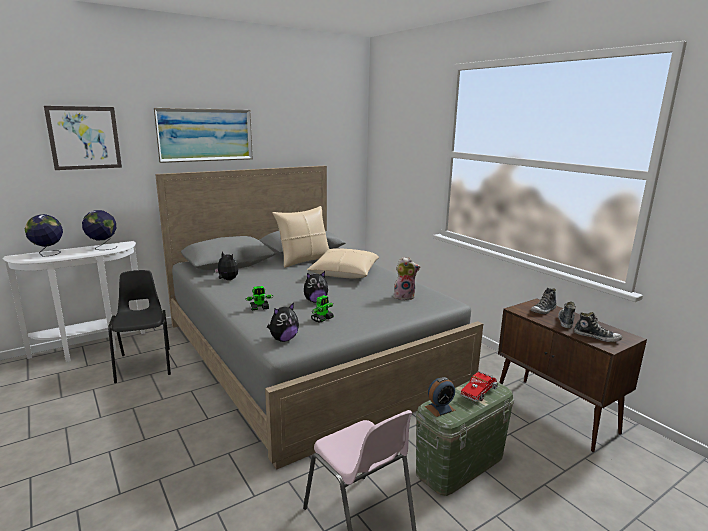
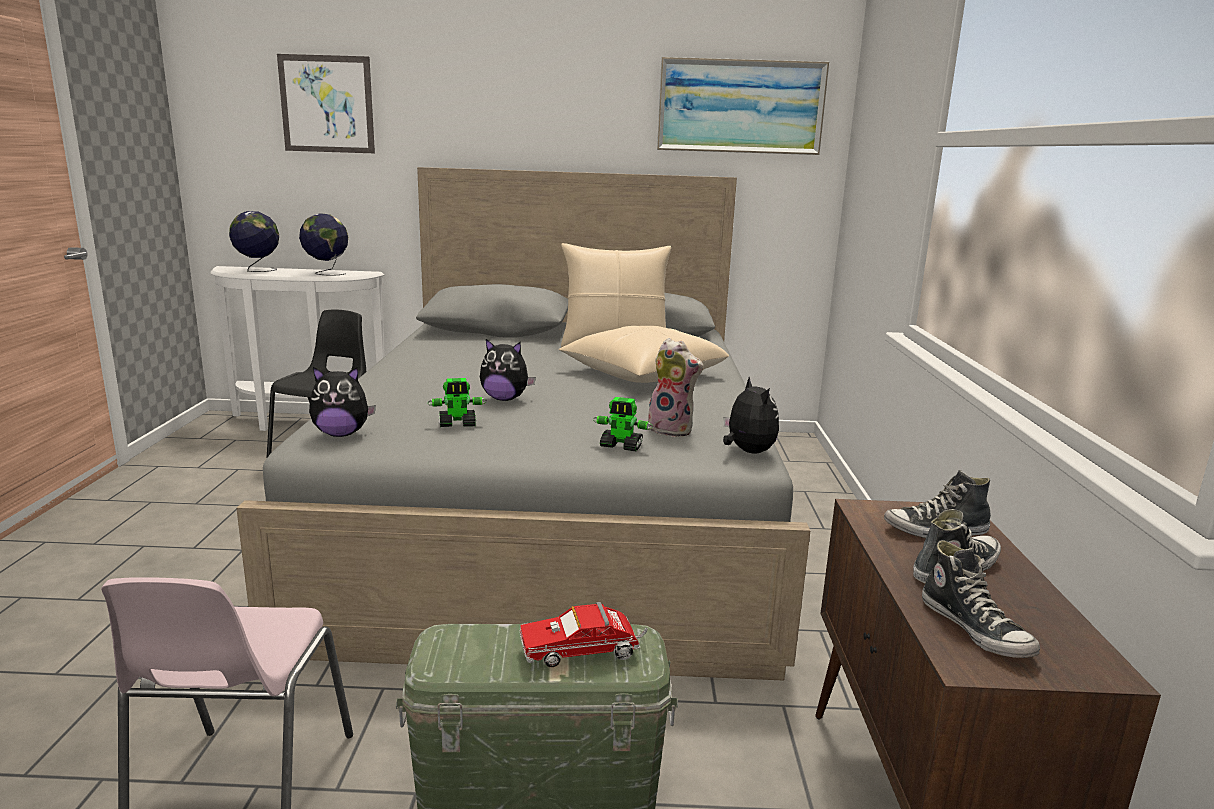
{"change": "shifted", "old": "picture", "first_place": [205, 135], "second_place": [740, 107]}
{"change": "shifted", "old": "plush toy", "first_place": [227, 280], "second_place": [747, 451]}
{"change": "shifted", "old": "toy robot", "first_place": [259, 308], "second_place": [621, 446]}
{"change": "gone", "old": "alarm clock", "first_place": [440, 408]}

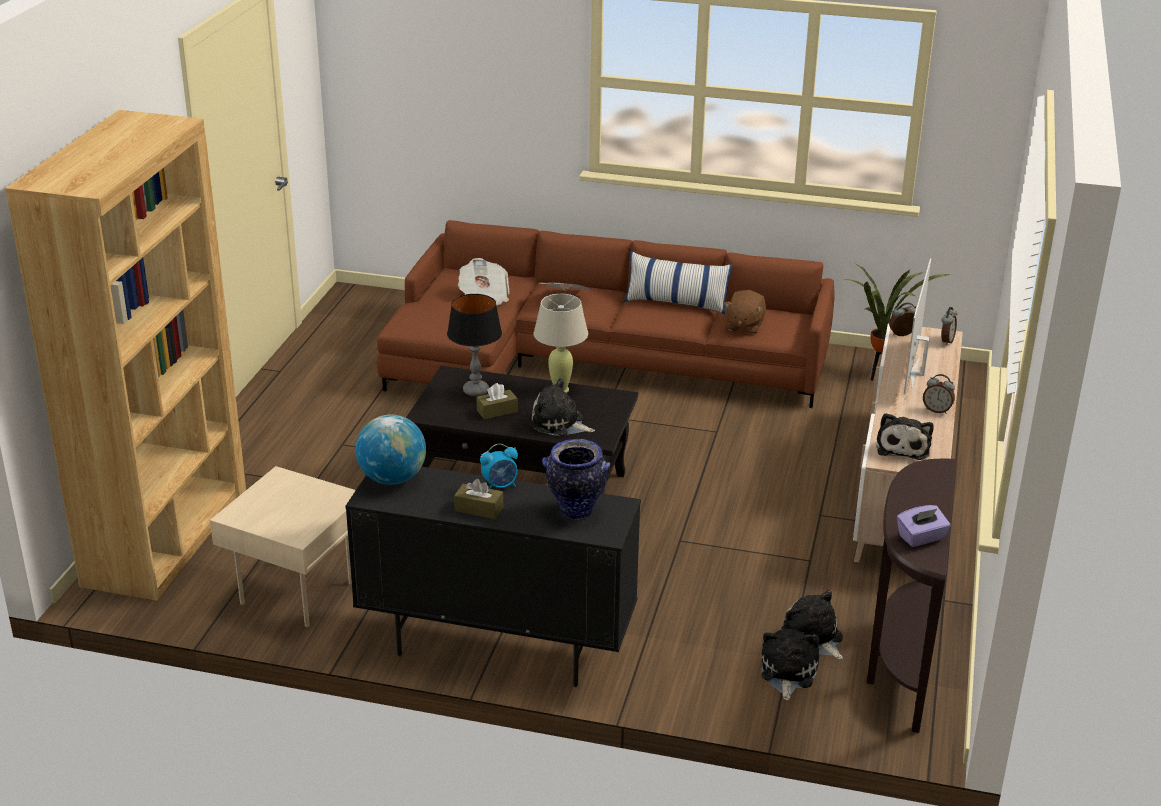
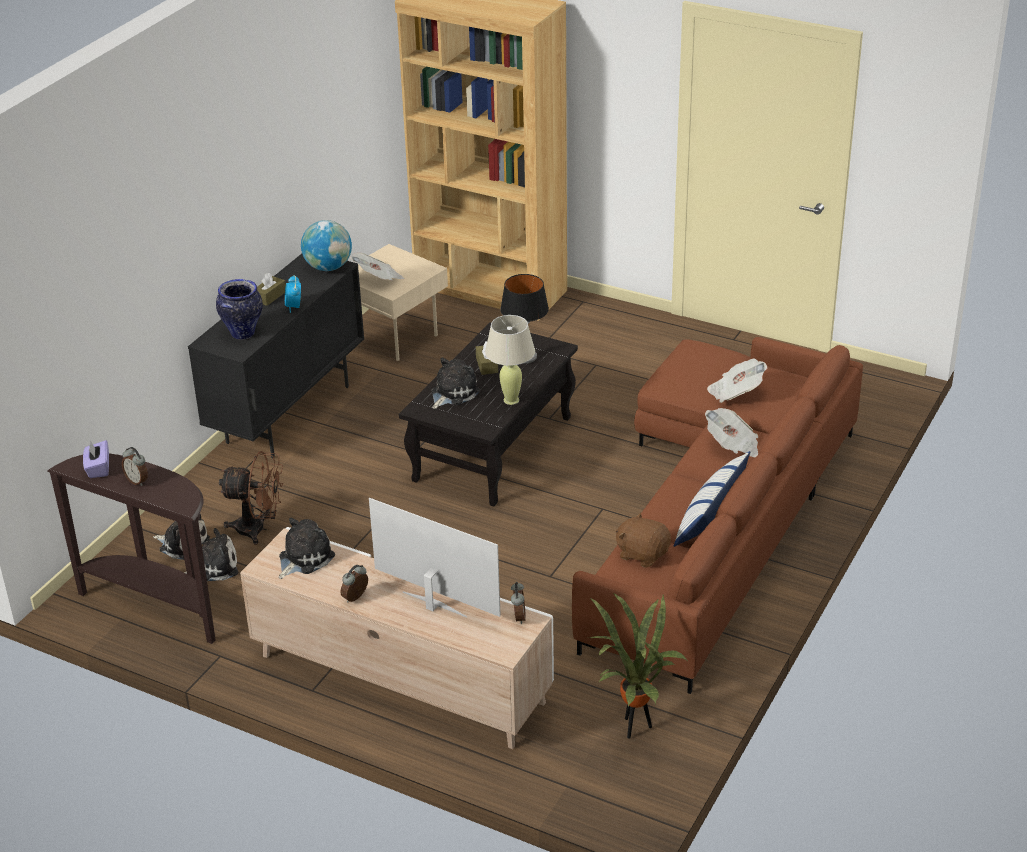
{"change": "shifted", "old": "alarm clock", "first_place": [946, 341], "second_place": [137, 481]}
{"change": "rotated", "old": "plush toy", "first_place": [903, 447], "second_place": [303, 558], "degrees": 105}
{"change": "new", "new": "newspaper", "second_place": [378, 279]}
{"change": "new", "new": "brown fan", "second_place": [258, 529]}

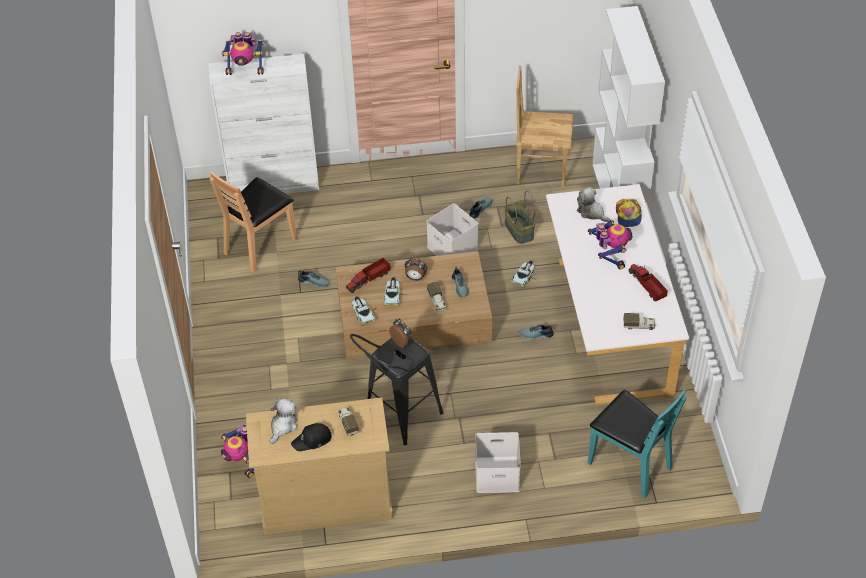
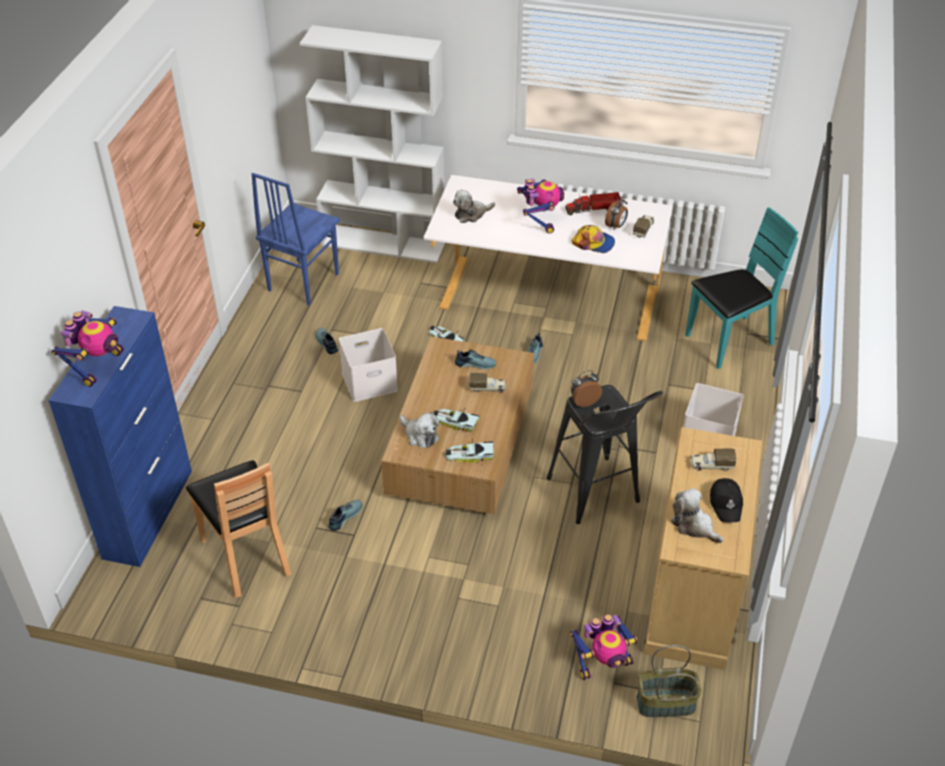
{"change": "repainted", "old": "white cabinet", "new": "blue cabinet", "first_place": [274, 185], "second_place": [149, 513]}
{"change": "repainted", "old": "brown chair", "new": "blue chair", "first_place": [541, 170], "second_place": [302, 282]}
{"change": "shifted", "old": "basket", "first_place": [518, 230], "second_place": [665, 704]}
{"change": "shifted", "old": "cap", "first_place": [628, 215], "second_place": [594, 243]}
{"change": "rotated", "old": "toy robot", "first_place": [609, 256], "second_place": [539, 220], "degrees": 75}
{"change": "swapped", "old": "toy truck", "new": "plush toy", "first_place": [369, 279], "second_place": [420, 435]}
{"change": "shifted", "old": "alarm clock", "first_place": [415, 278], "second_place": [616, 226]}

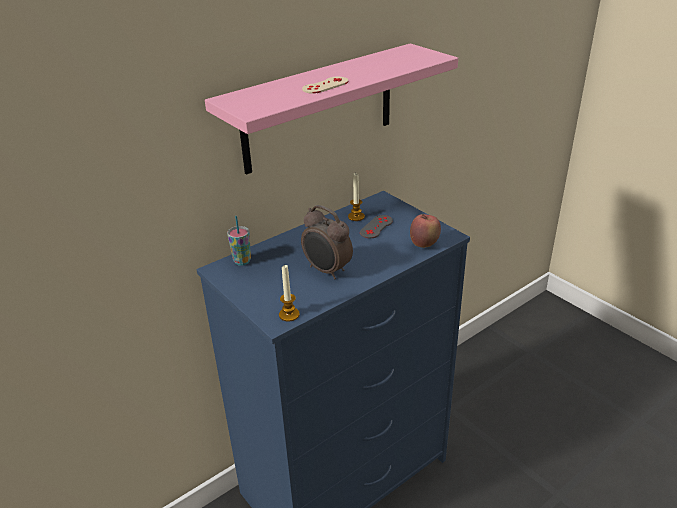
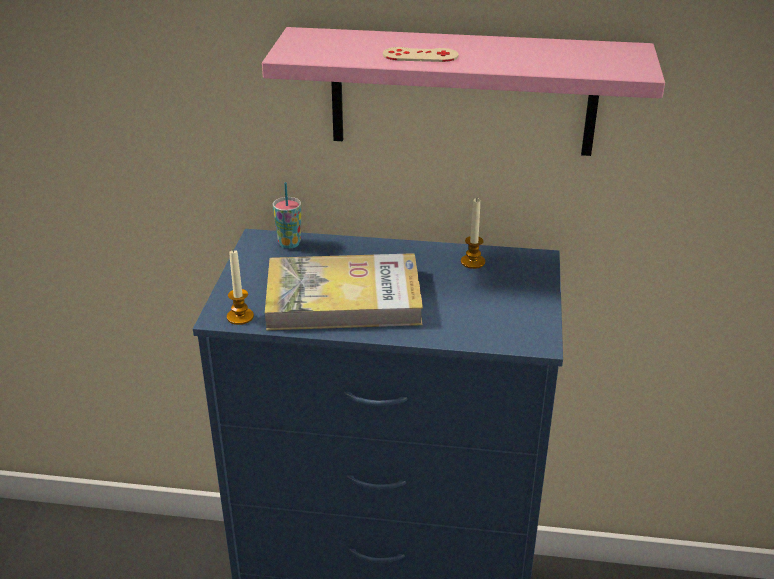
{"change": "swapped", "old": "alarm clock", "new": "book", "first_place": [327, 271], "second_place": [343, 298]}
{"change": "gone", "old": "apple", "first_place": [424, 244]}
{"change": "gone", "old": "grey game controller", "first_place": [376, 227]}

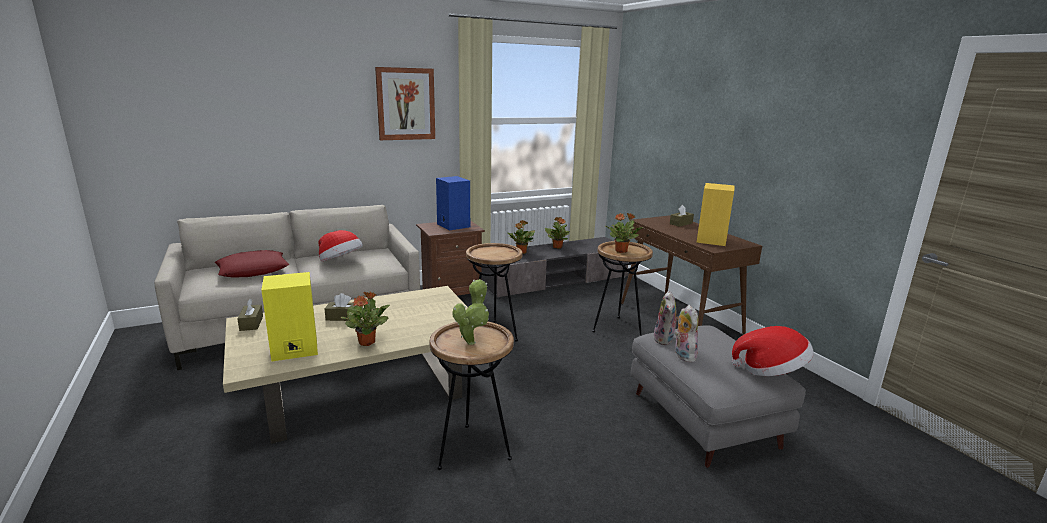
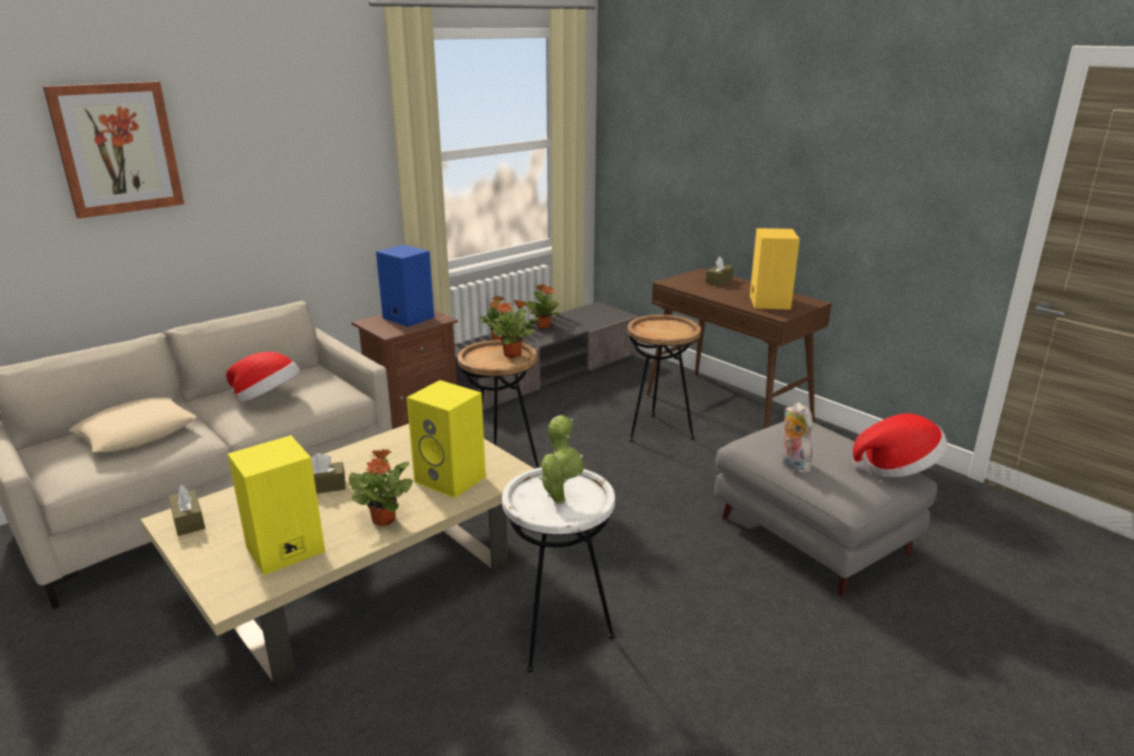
{"change": "shifted", "old": "picture", "first_place": [405, 104], "second_place": [117, 148]}
{"change": "shifted", "old": "potted plant", "first_place": [621, 251], "second_place": [513, 355]}
{"change": "repainted", "old": "red pillow", "new": "beige pillow", "first_place": [253, 270], "second_place": [137, 433]}
{"change": "gone", "old": "plush toy", "first_place": [665, 340]}
{"change": "repainted", "old": "brown side table", "new": "white side table", "first_place": [472, 450], "second_place": [559, 636]}
{"change": "new", "new": "yellow speaker", "second_place": [452, 479]}

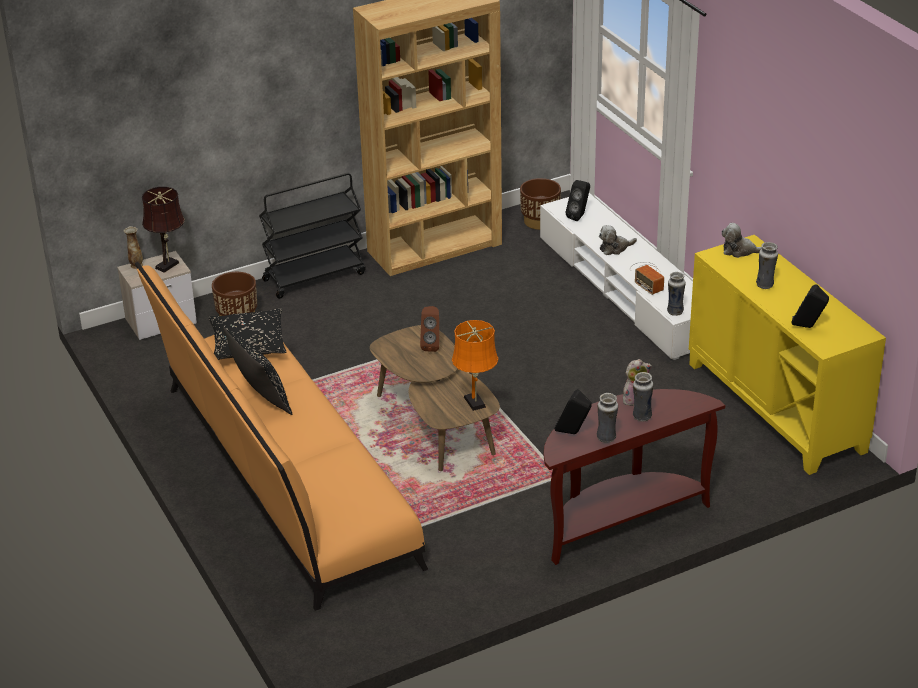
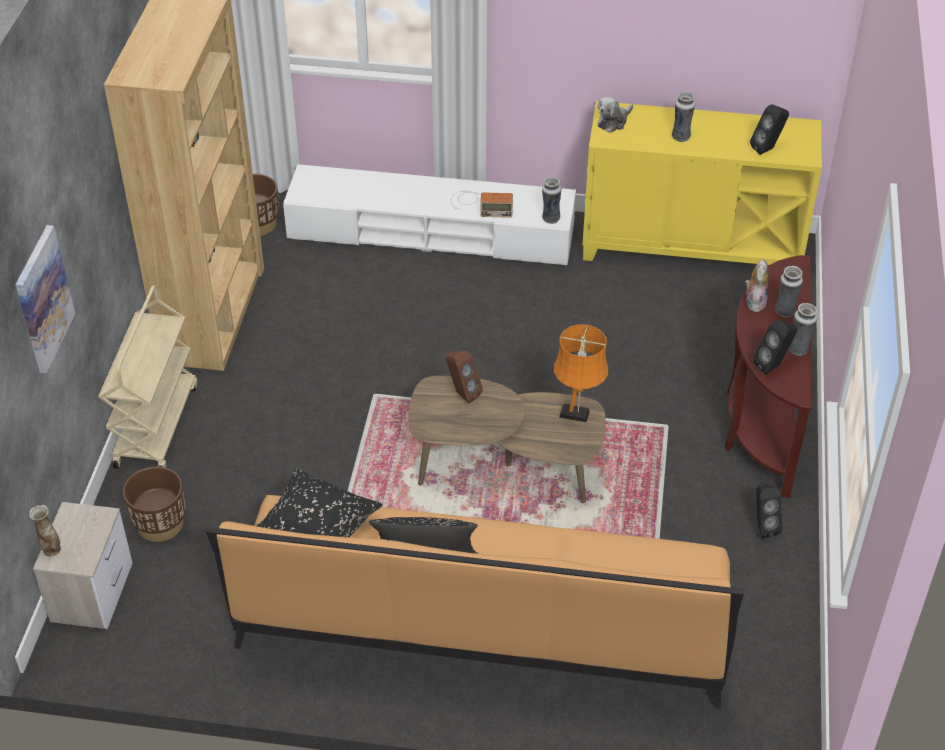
{"change": "repainted", "old": "black cart", "new": "beige cart", "first_place": [314, 276], "second_place": [156, 425]}
{"change": "shifted", "old": "black speaker", "first_place": [579, 216], "second_place": [762, 526]}
{"change": "gone", "old": "brown table lamp", "first_place": [169, 264]}
{"change": "gone", "old": "plush toy", "first_place": [615, 248]}
{"change": "new", "new": "picture", "second_place": [43, 299]}

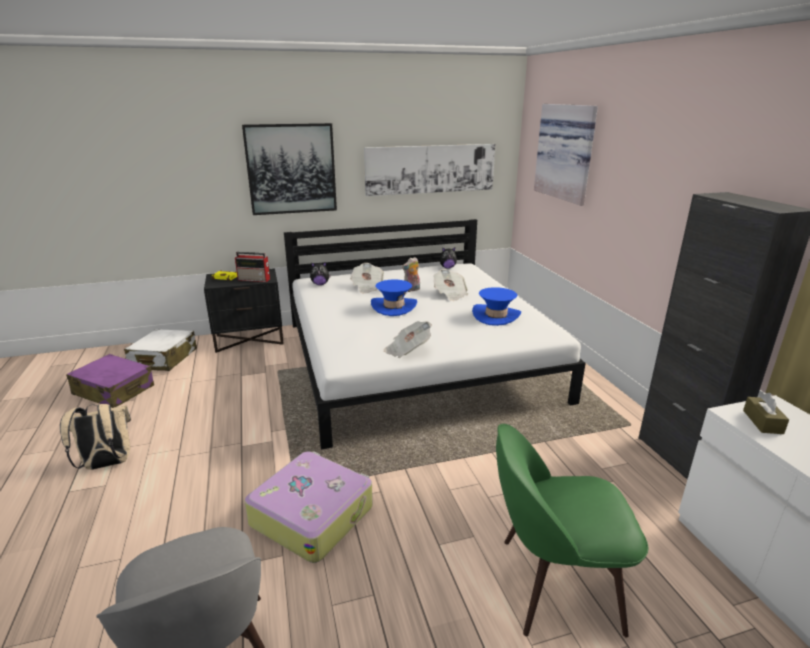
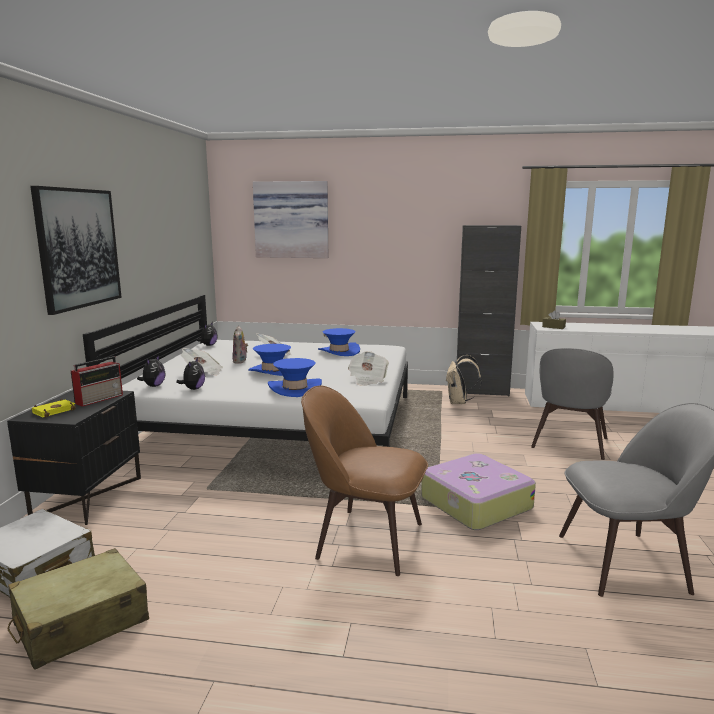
{"change": "gone", "old": "picture", "first_place": [430, 169]}
{"change": "repainted", "old": "purple suitcase", "new": "beige suitcase", "first_place": [114, 390], "second_place": [80, 622]}
{"change": "shifted", "old": "beige backpack", "first_place": [106, 464], "second_place": [459, 402]}
{"change": "repainted", "old": "green chair", "new": "grey chair", "first_place": [553, 584], "second_place": [569, 444]}
{"change": "new", "new": "plush toy", "second_place": [193, 389]}
{"change": "new", "new": "blue hat", "second_place": [295, 388]}
{"change": "new", "new": "brown chair", "second_place": [365, 539]}

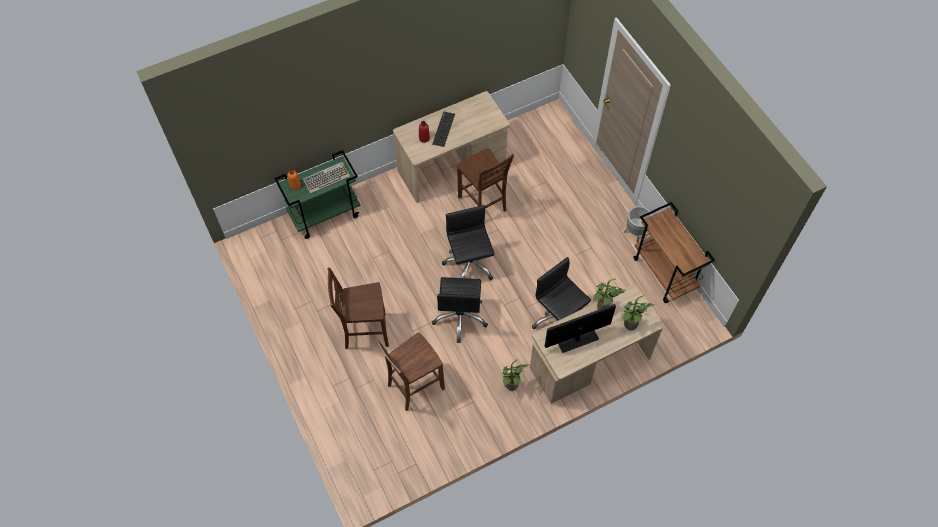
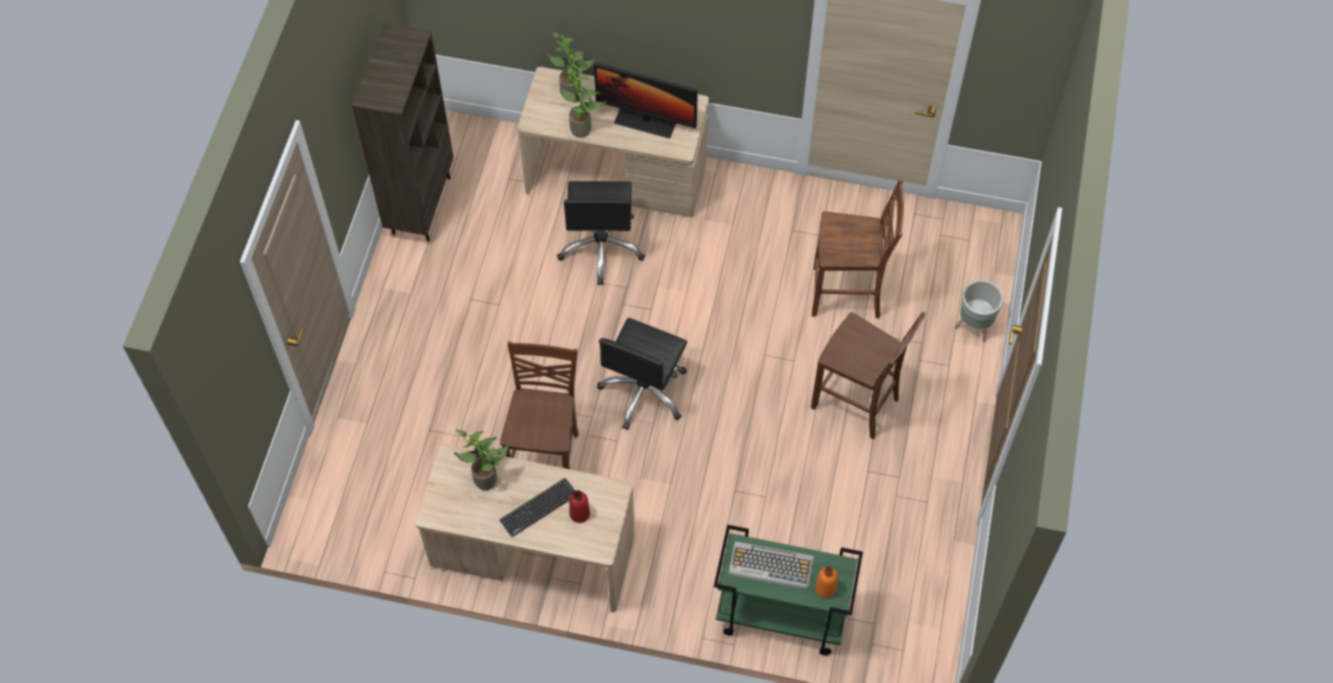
{"change": "swapped", "old": "brown cart", "new": "brown bookcase", "first_place": [664, 273], "second_place": [420, 205]}
{"change": "shifted", "old": "grey planter", "first_place": [634, 235], "second_place": [974, 327]}
{"change": "gone", "old": "black office chair", "first_place": [460, 317]}
{"change": "shifted", "old": "potted plant", "first_place": [512, 387], "second_place": [488, 477]}

